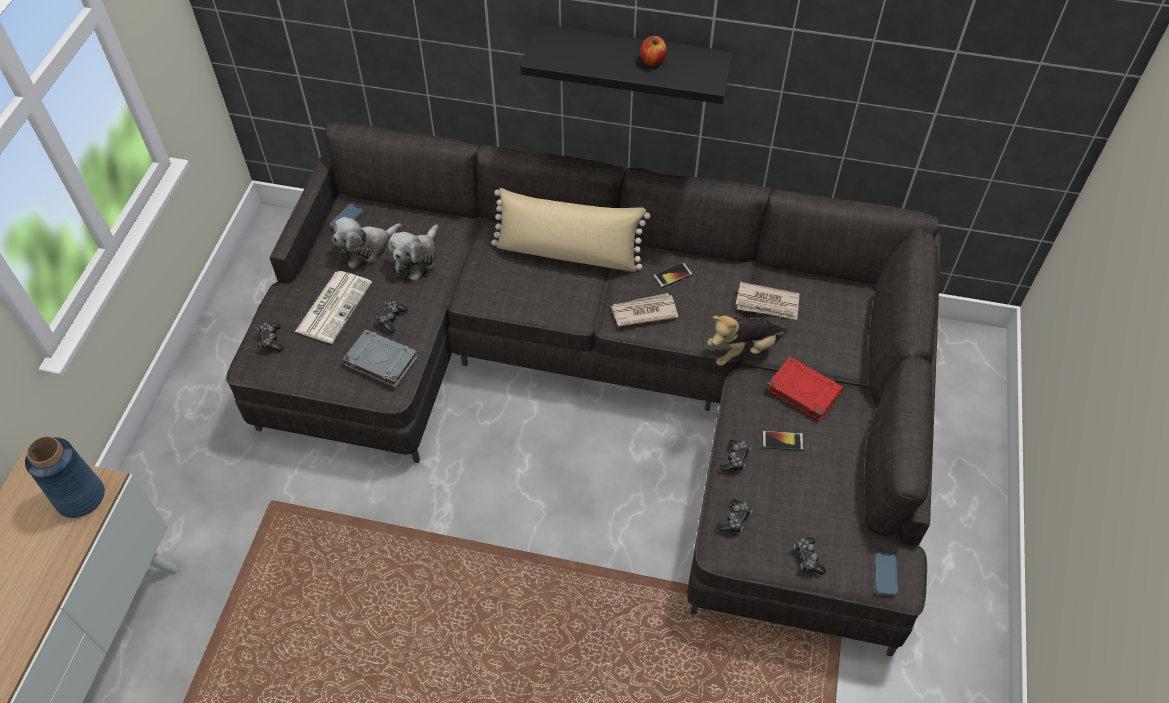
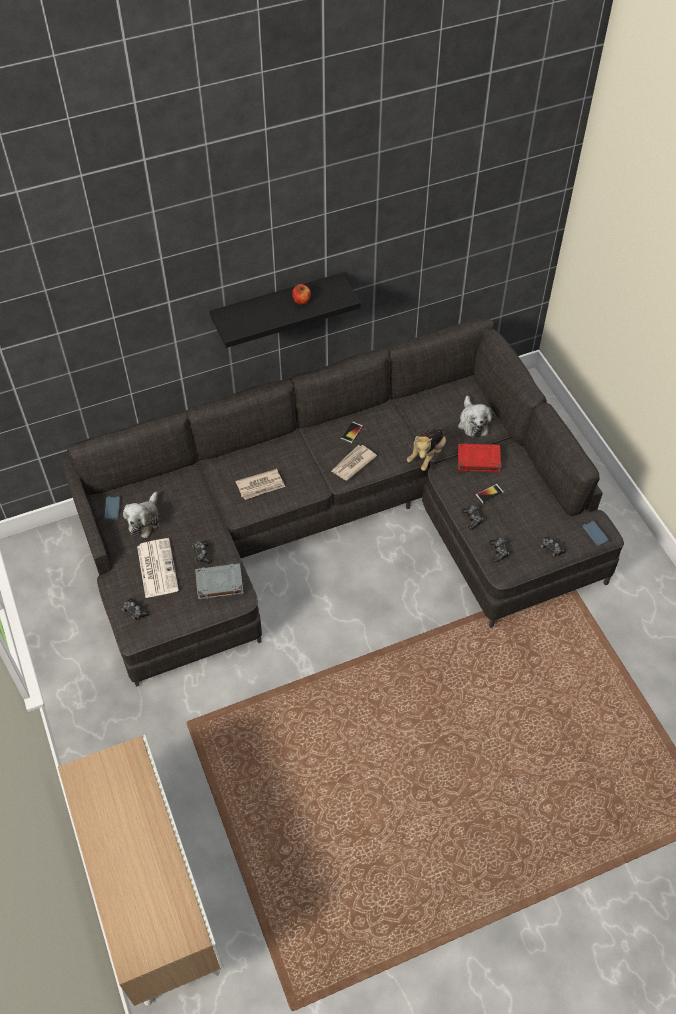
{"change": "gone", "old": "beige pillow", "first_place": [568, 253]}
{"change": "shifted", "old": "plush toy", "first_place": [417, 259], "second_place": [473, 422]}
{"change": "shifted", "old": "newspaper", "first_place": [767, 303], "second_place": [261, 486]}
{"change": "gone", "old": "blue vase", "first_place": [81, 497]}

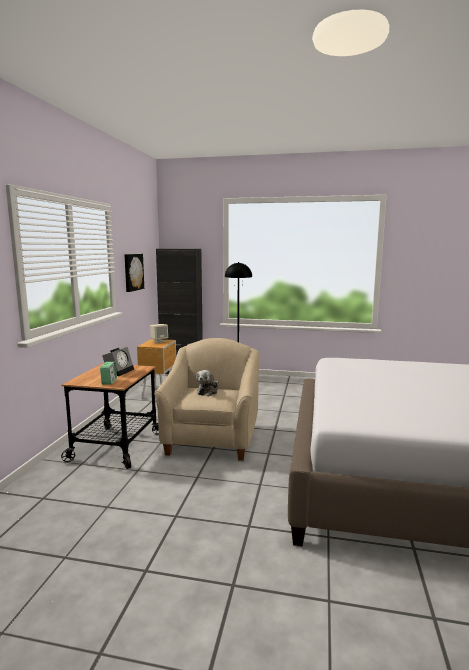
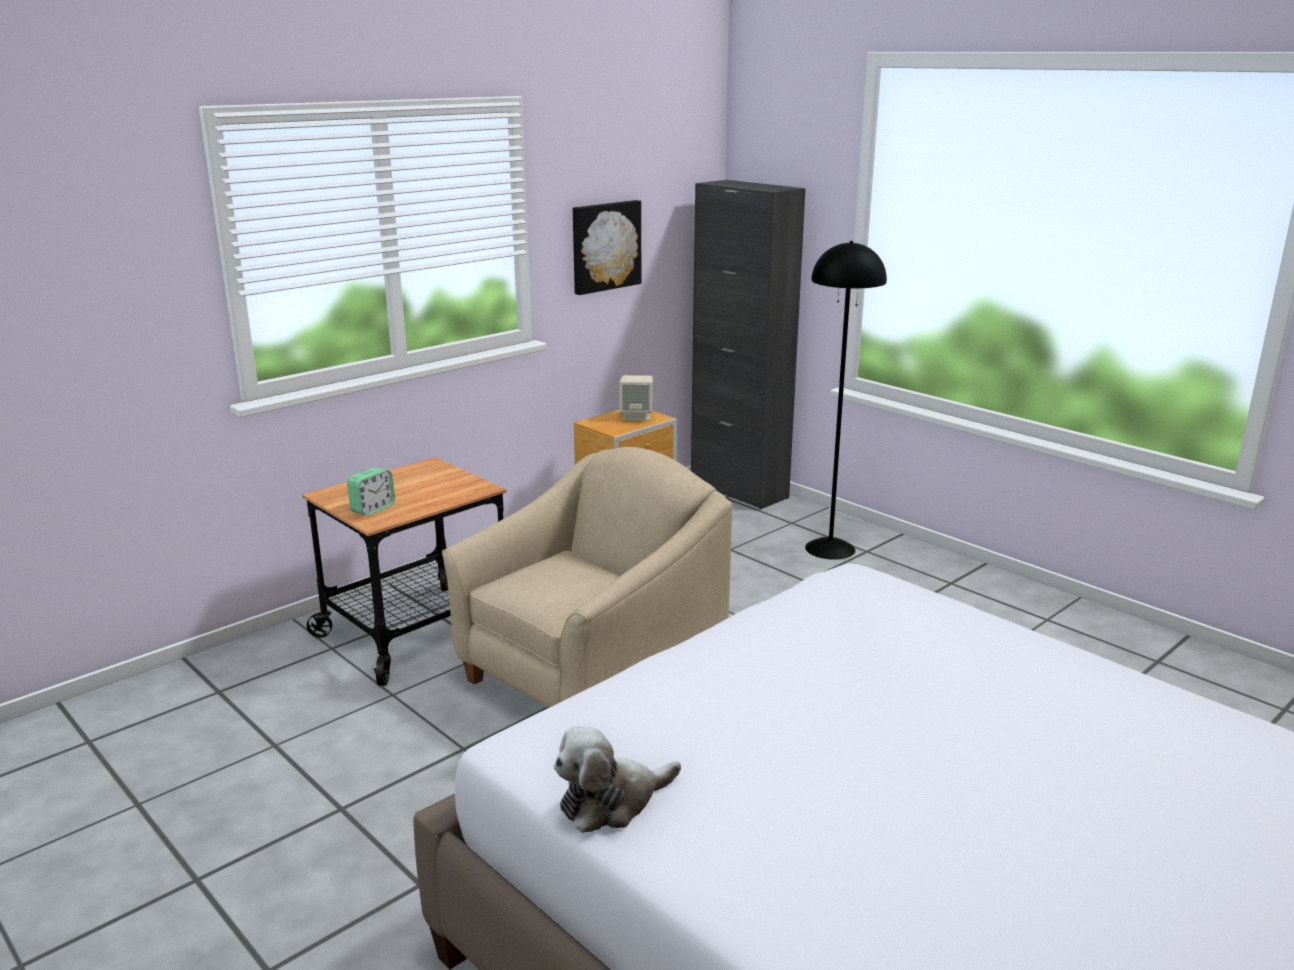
{"change": "gone", "old": "alarm clock", "first_place": [119, 371]}
{"change": "shifted", "old": "plush toy", "first_place": [208, 391], "second_place": [612, 802]}

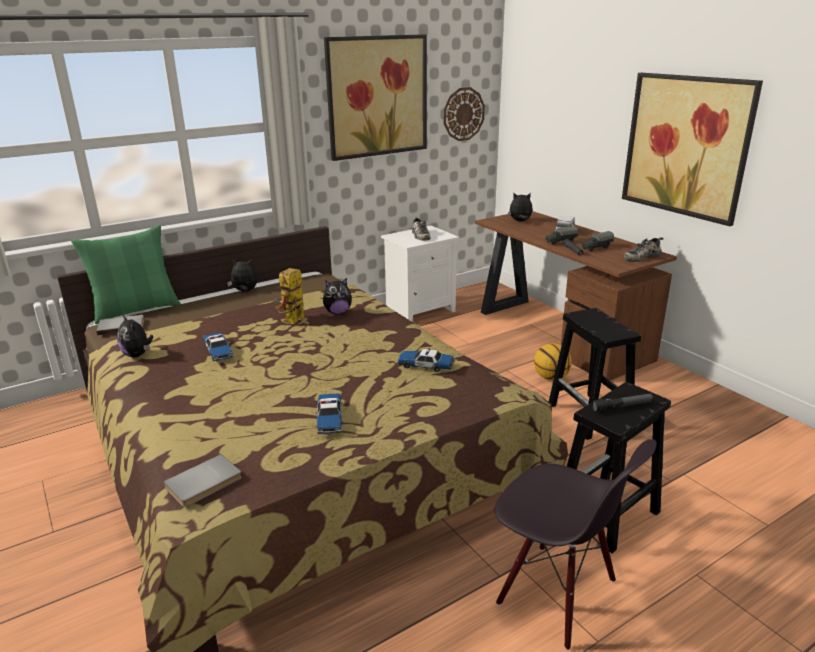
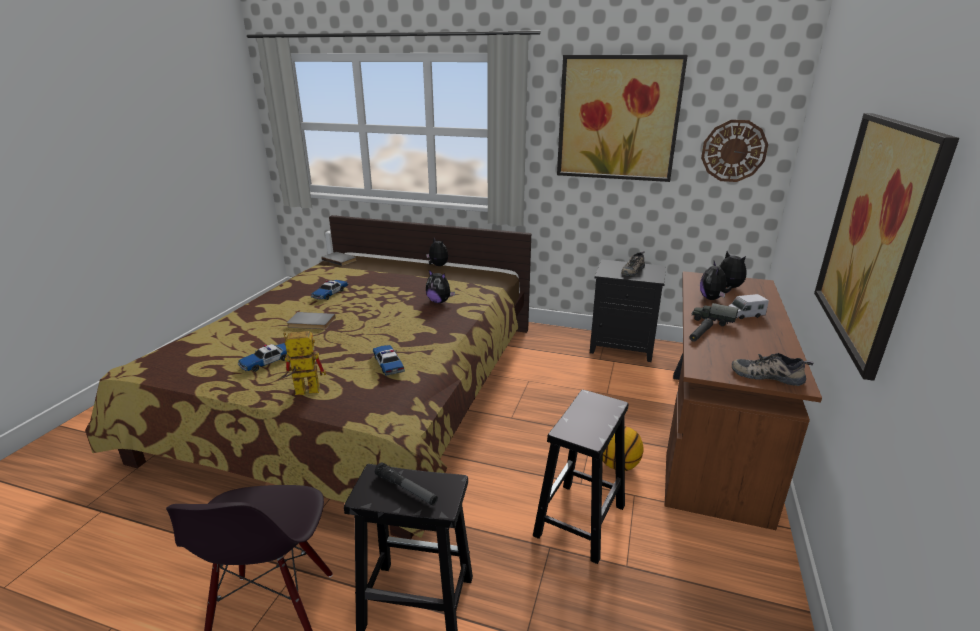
{"change": "gone", "old": "green pillow", "first_place": [136, 310]}
{"change": "repainted", "old": "white nightstand", "new": "black nightstand", "first_place": [420, 310], "second_place": [623, 346]}
{"change": "gone", "old": "toy truck", "first_place": [596, 248]}
{"change": "shifted", "old": "toy robot", "first_place": [292, 322], "second_place": [301, 392]}
{"change": "shifted", "old": "plush toy", "first_place": [138, 355], "second_place": [712, 299]}
{"change": "shifted", "old": "grey book", "first_place": [205, 483], "second_place": [311, 323]}

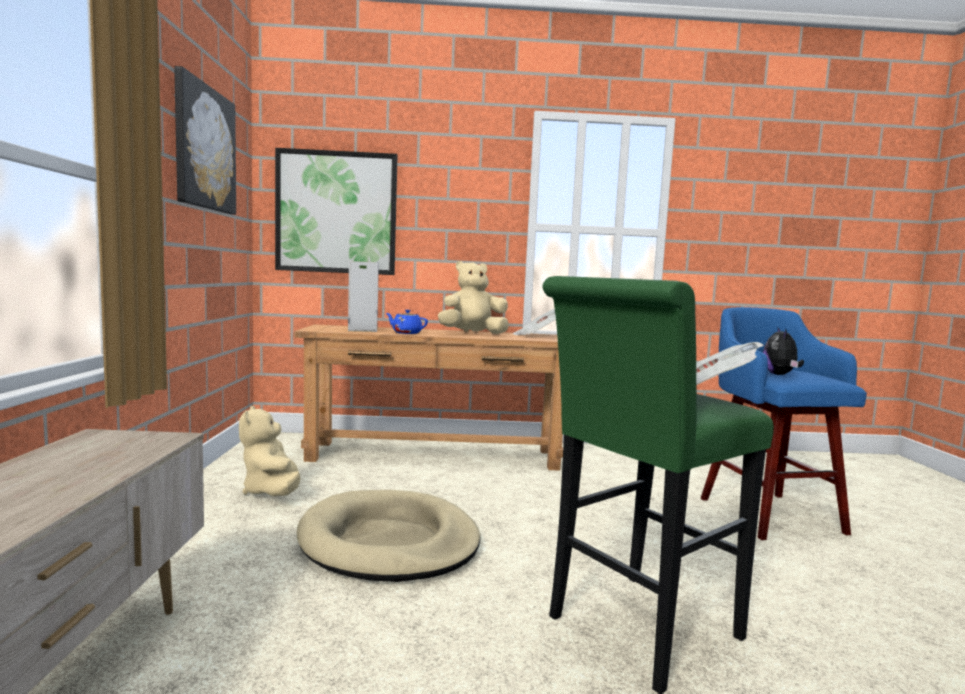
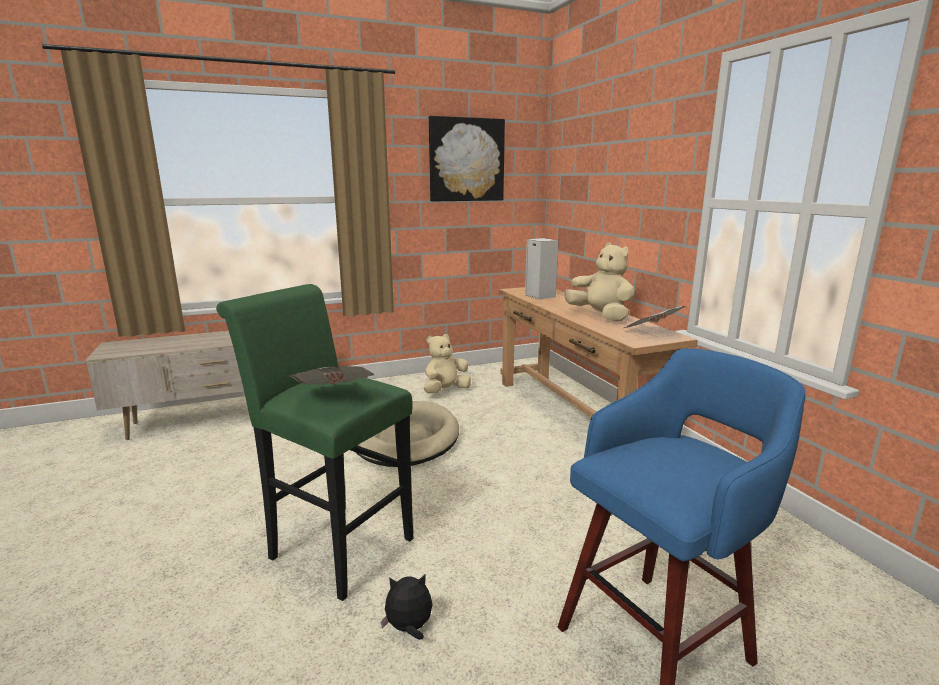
{"change": "gone", "old": "picture", "first_place": [336, 213]}
{"change": "gone", "old": "blue teapot", "first_place": [406, 333]}
{"change": "shifted", "old": "plush toy", "first_place": [780, 375], "second_place": [409, 628]}

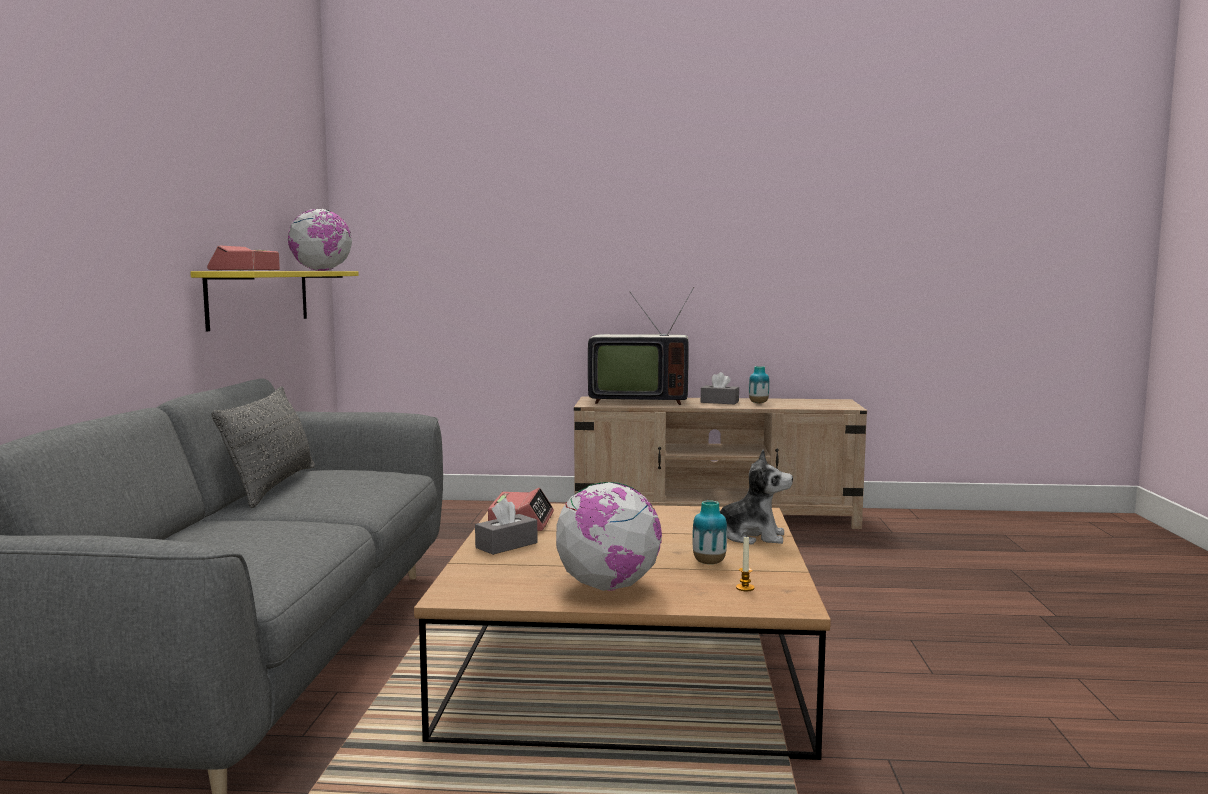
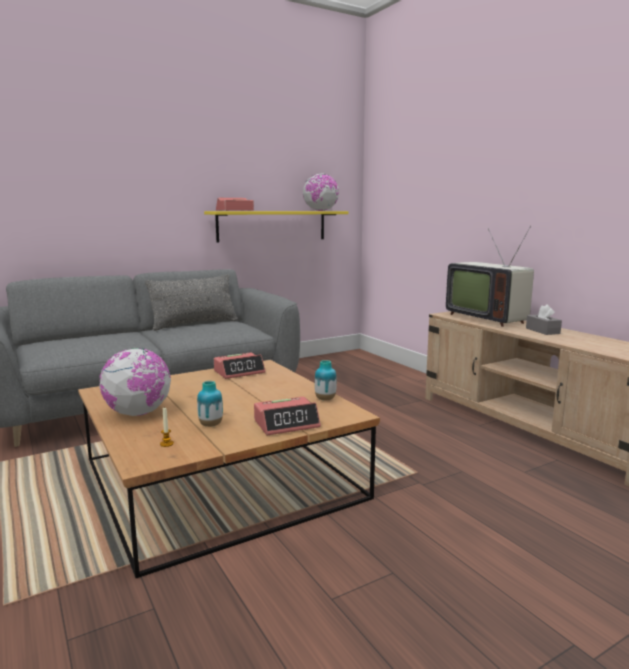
{"change": "shifted", "old": "vase", "first_place": [758, 403], "second_place": [325, 399]}
{"change": "swapped", "old": "plush toy", "new": "alarm clock", "first_place": [751, 536], "second_place": [287, 424]}
{"change": "gone", "old": "grey tissue box", "first_place": [506, 545]}

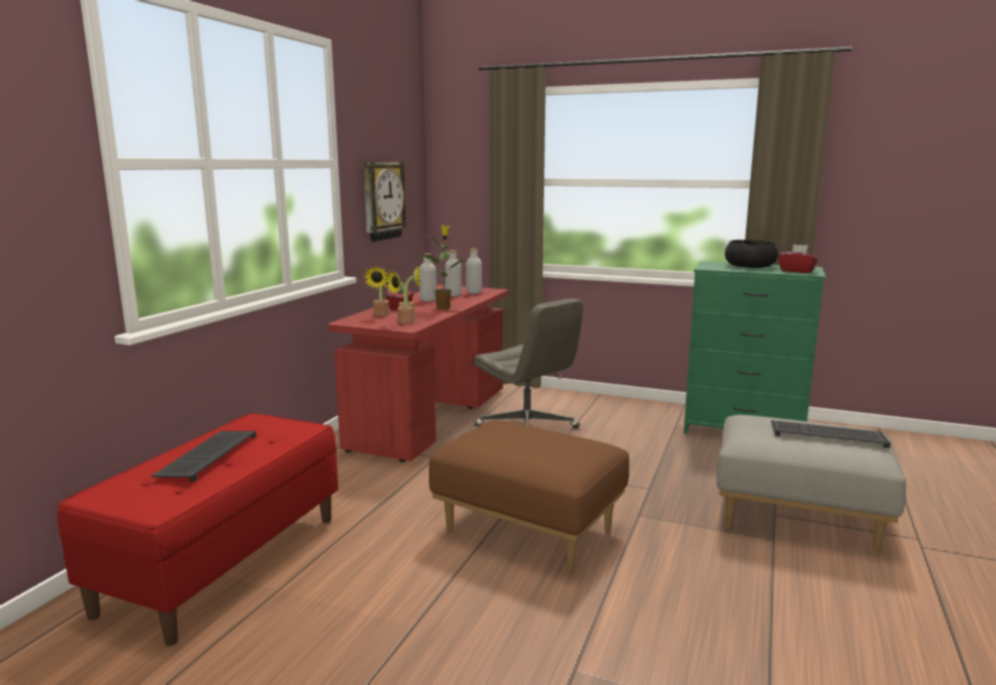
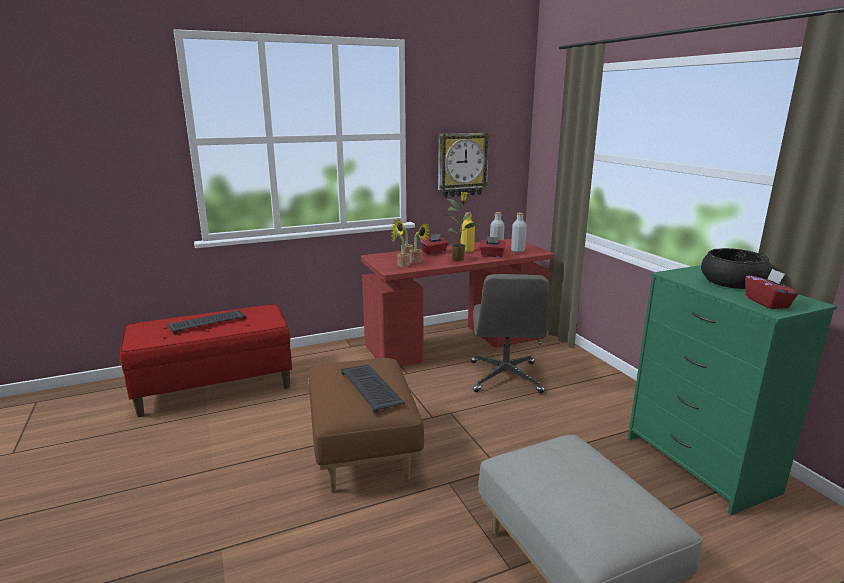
{"change": "repainted", "old": "grey bottle", "new": "yellow bottle", "first_place": [428, 300], "second_place": [467, 250]}
{"change": "shifted", "old": "keyboard", "first_place": [828, 435], "second_place": [372, 389]}
{"change": "new", "new": "red tissue box", "second_place": [492, 255]}

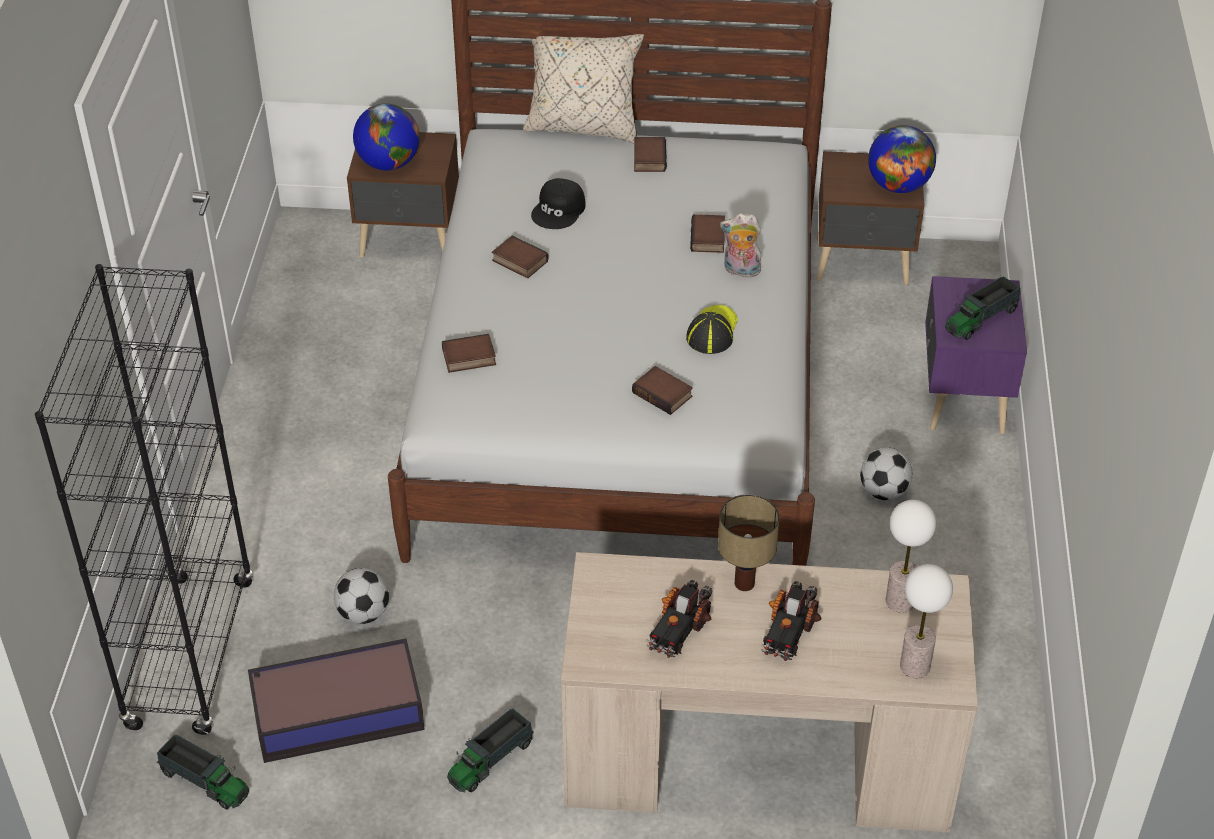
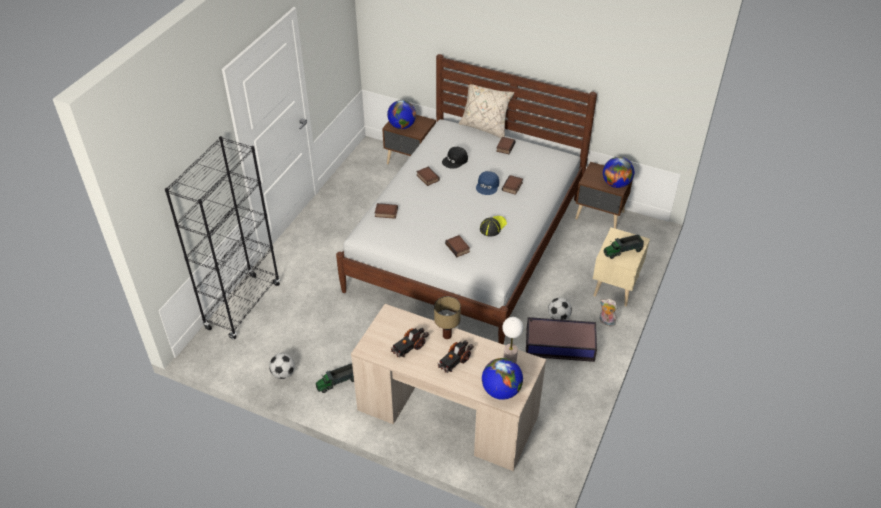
{"change": "shifted", "old": "plush toy", "first_place": [740, 271], "second_place": [606, 322]}
{"change": "repainted", "old": "purple nightstand", "new": "beige nightstand", "first_place": [962, 399], "second_place": [614, 286]}
{"change": "swapped", "old": "table lamp", "new": "globe", "first_place": [915, 665], "second_place": [501, 391]}
{"change": "shifted", "old": "football", "first_place": [363, 613], "second_place": [283, 373]}
{"change": "shifted", "old": "storage box", "first_place": [335, 713], "second_place": [559, 344]}
{"change": "gone", "old": "toy truck", "first_place": [205, 782]}
{"change": "new", "new": "blue cap", "second_place": [488, 186]}

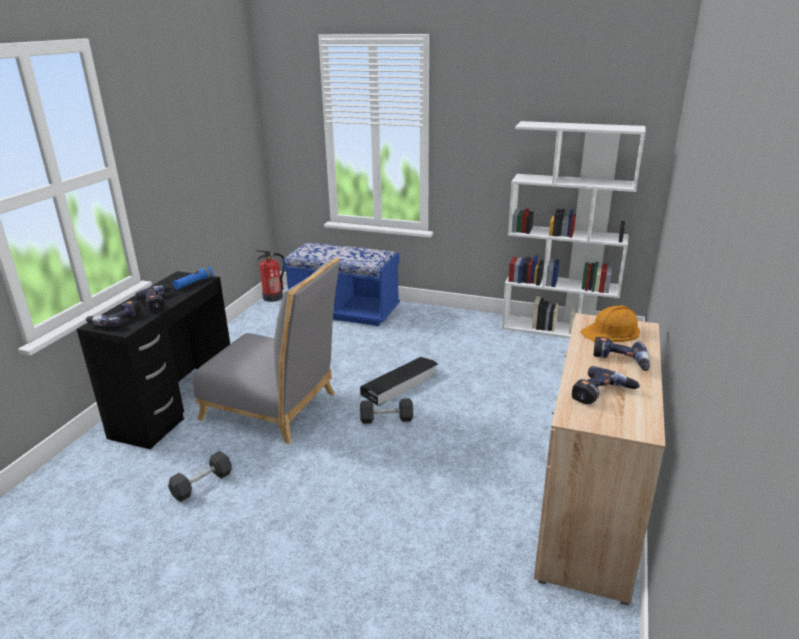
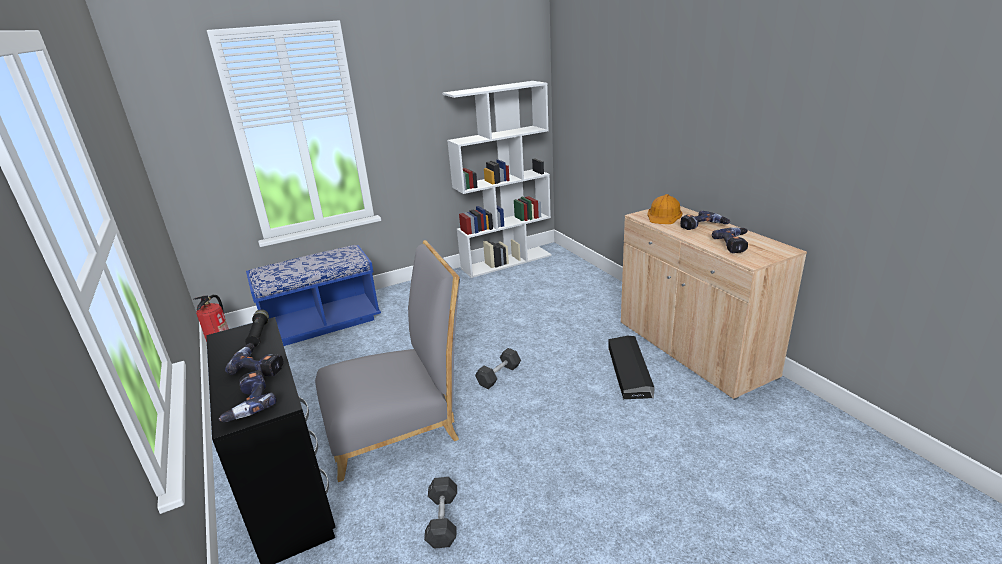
{"change": "repainted", "old": "blue flashlight", "new": "black flashlight", "first_place": [194, 283], "second_place": [259, 334]}
{"change": "shifted", "old": "black storage box", "first_place": [400, 384], "second_place": [629, 371]}

